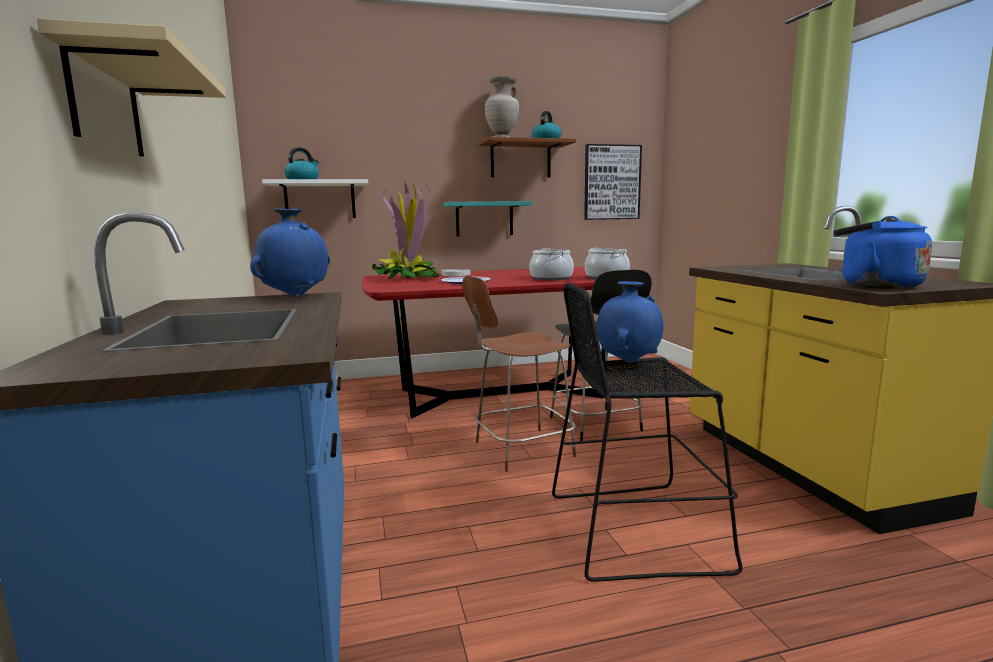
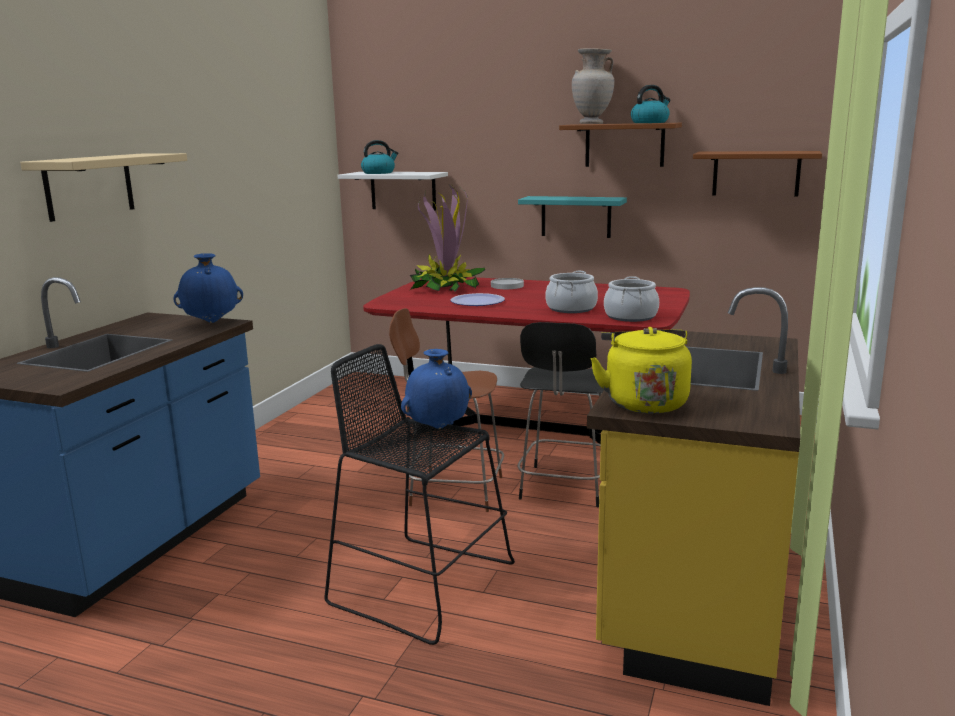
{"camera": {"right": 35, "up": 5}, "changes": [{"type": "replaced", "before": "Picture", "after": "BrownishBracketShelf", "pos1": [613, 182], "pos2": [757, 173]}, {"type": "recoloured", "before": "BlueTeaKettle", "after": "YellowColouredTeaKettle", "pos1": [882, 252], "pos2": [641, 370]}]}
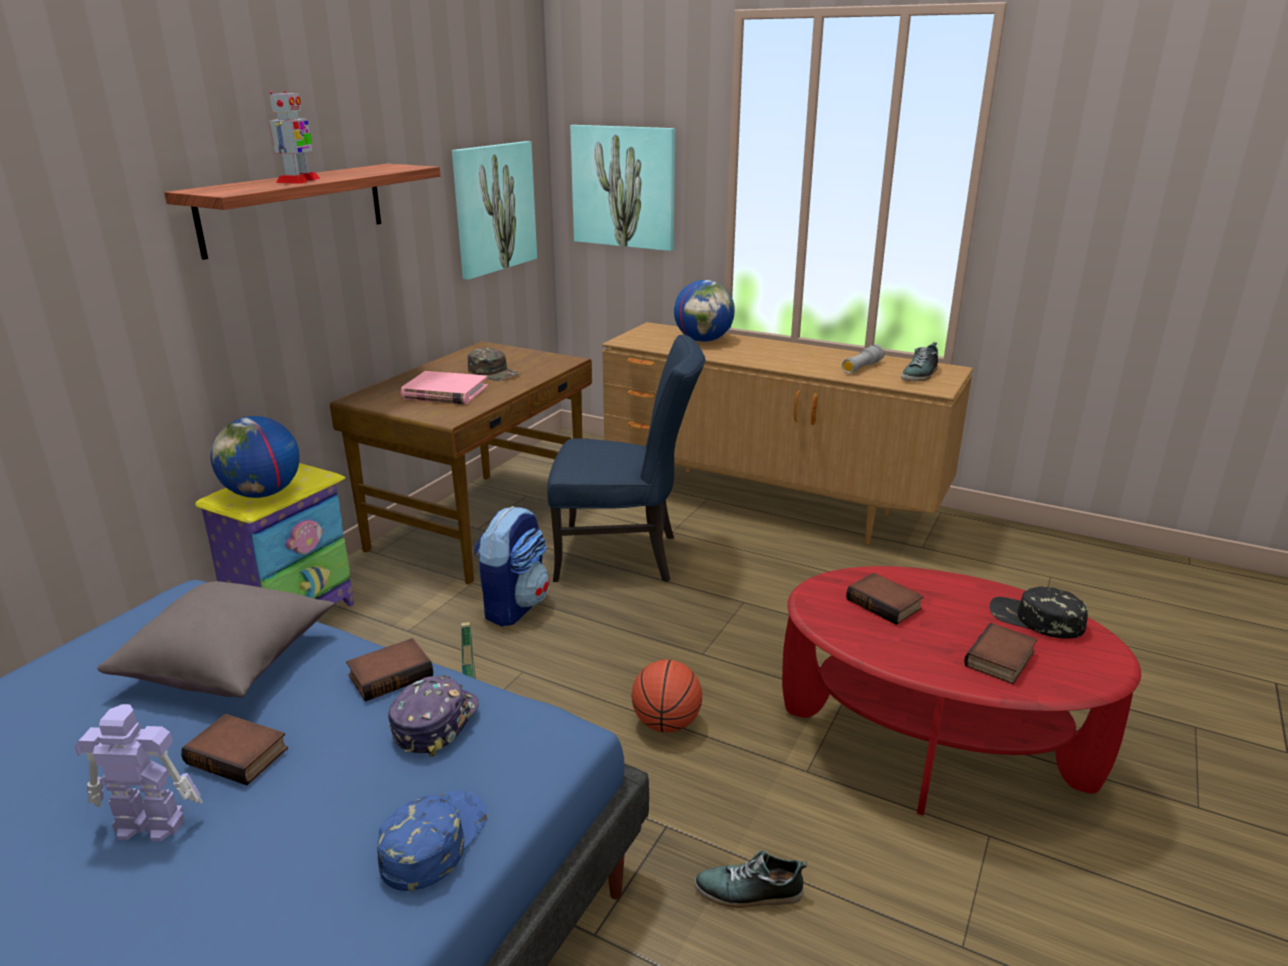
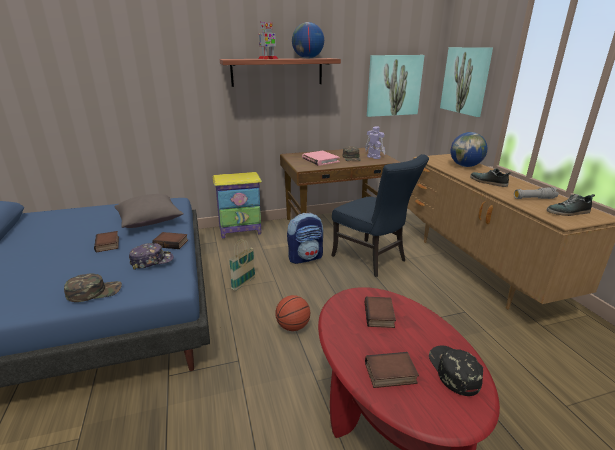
{"camera": {"right": 45, "up": 0}, "changes": [{"type": "moved", "before": "WorldGlobe", "pos1": [255, 457], "pos2": [308, 40]}, {"type": "moved", "before": "ToyRobot", "pos1": [138, 773], "pos2": [375, 143]}, {"type": "recoloured", "before": "BlueCap", "after": "GreenColouredCap", "pos1": [432, 840], "pos2": [93, 287]}, {"type": "moved", "before": "Shoe", "pos1": [750, 879], "pos2": [491, 177]}]}
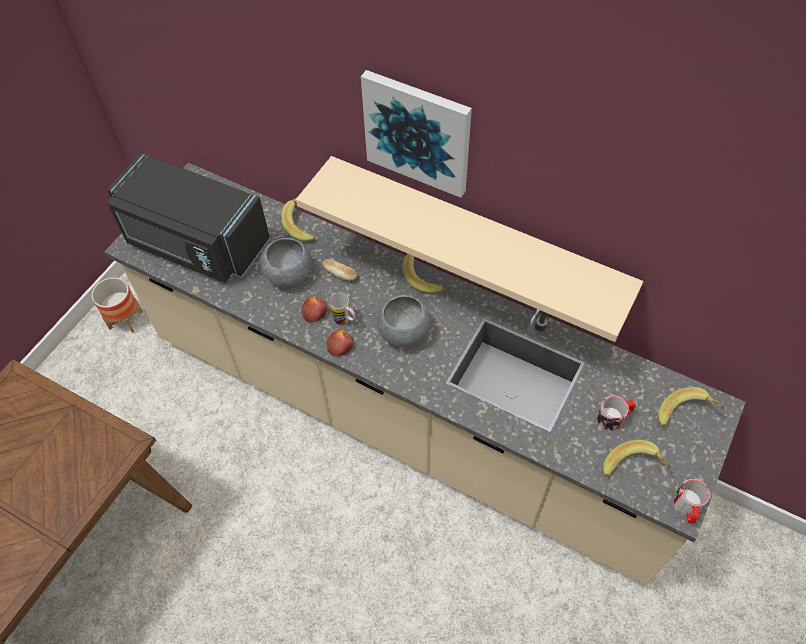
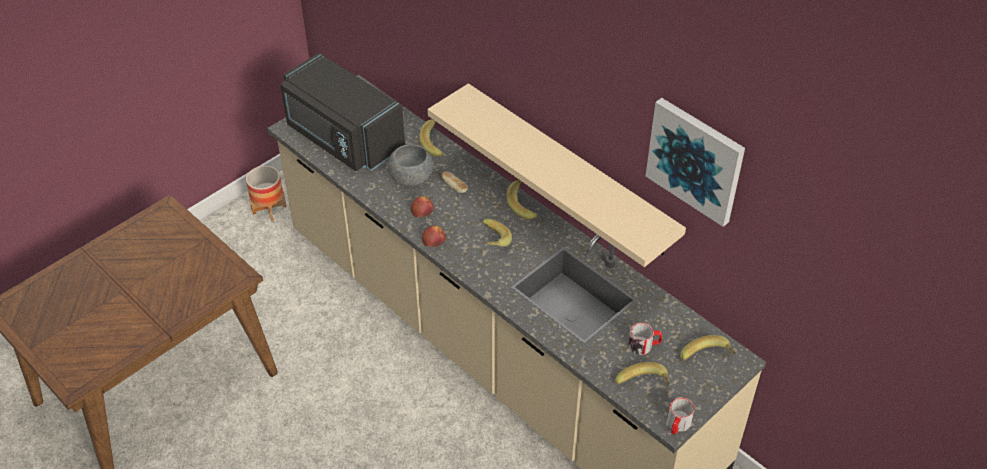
{"camera": {"right": 15, "up": -10}, "changes": [{"type": "moved", "before": "Picture", "pos1": [416, 134], "pos2": [695, 162]}, {"type": "removed", "before": "TeaMug", "pos1": [342, 309]}, {"type": "replaced", "before": "GreyBowl", "after": "BananaFruit", "pos1": [404, 321], "pos2": [497, 233]}]}
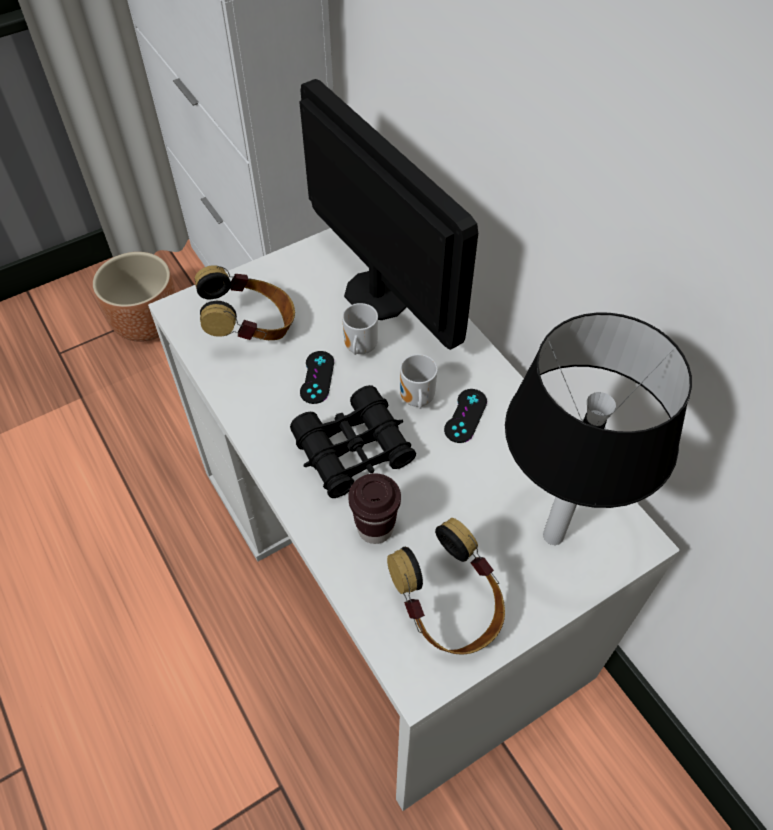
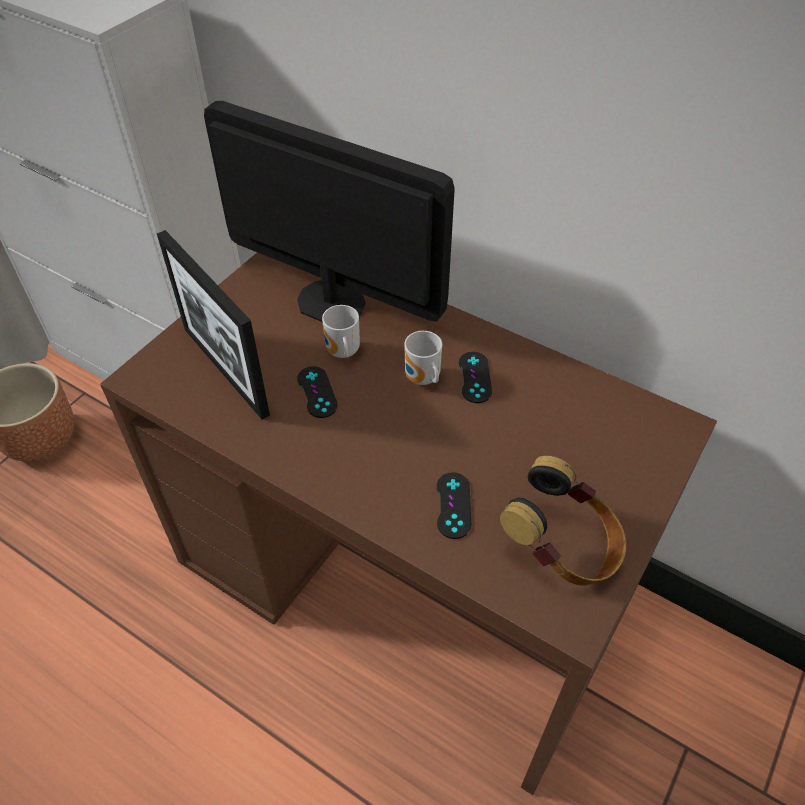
{"camera": {"right": -25, "up": -5}, "changes": [{"type": "recoloured", "before": "WhiteDesk", "after": "BrownishDesk", "pos1": [414, 519], "pos2": [408, 523]}, {"type": "replaced", "before": "Headphones", "after": "PictureFrame", "pos1": [245, 302], "pos2": [213, 325]}, {"type": "removed", "before": "TableLamp", "pos1": [598, 429]}, {"type": "removed", "before": "BlackishBinoculars", "pos1": [353, 441]}, {"type": "replaced", "before": "BrownishCup", "after": "BlackishGamepad", "pos1": [374, 508], "pos2": [454, 505]}]}
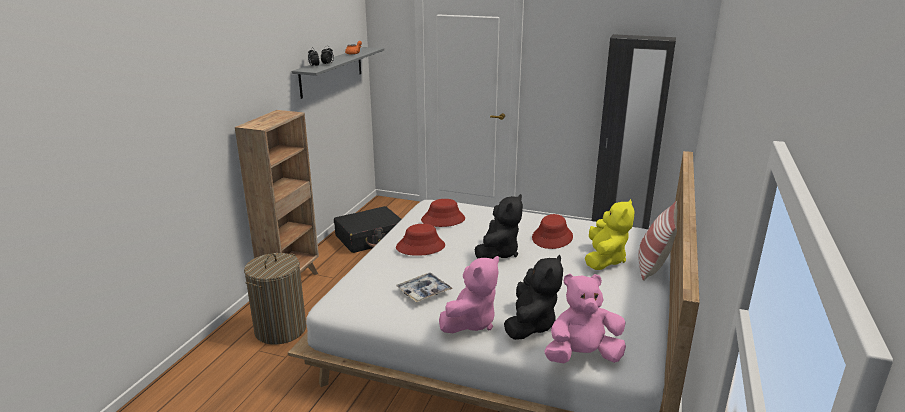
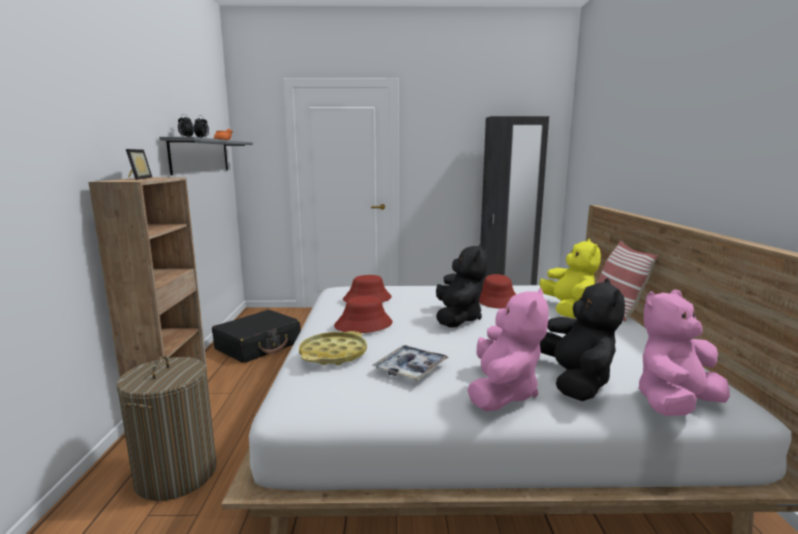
{"camera": {"right": -20, "up": -10}, "changes": [{"type": "added", "after": "PictureFrame", "pos2": [139, 164]}, {"type": "added", "after": "YellowColouredServingTray", "pos2": [333, 348]}]}
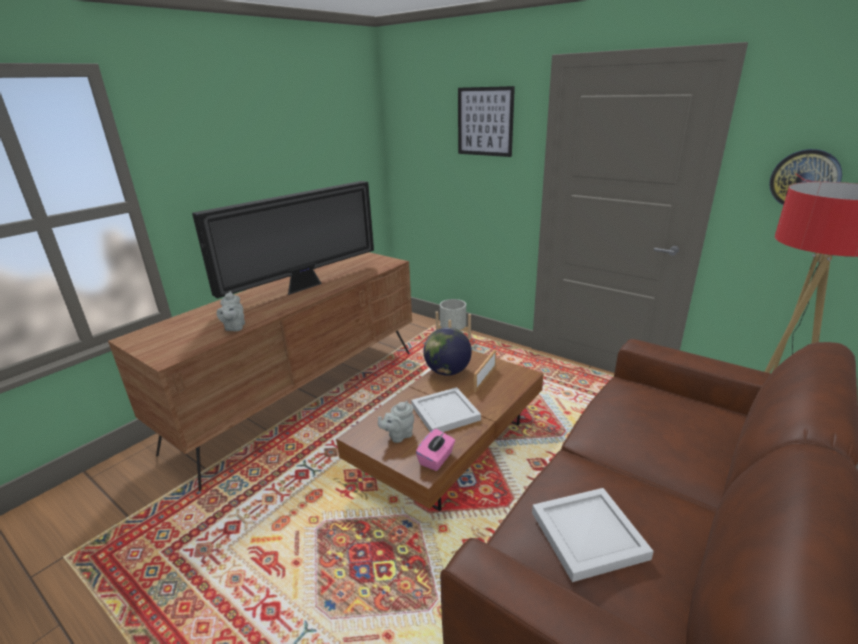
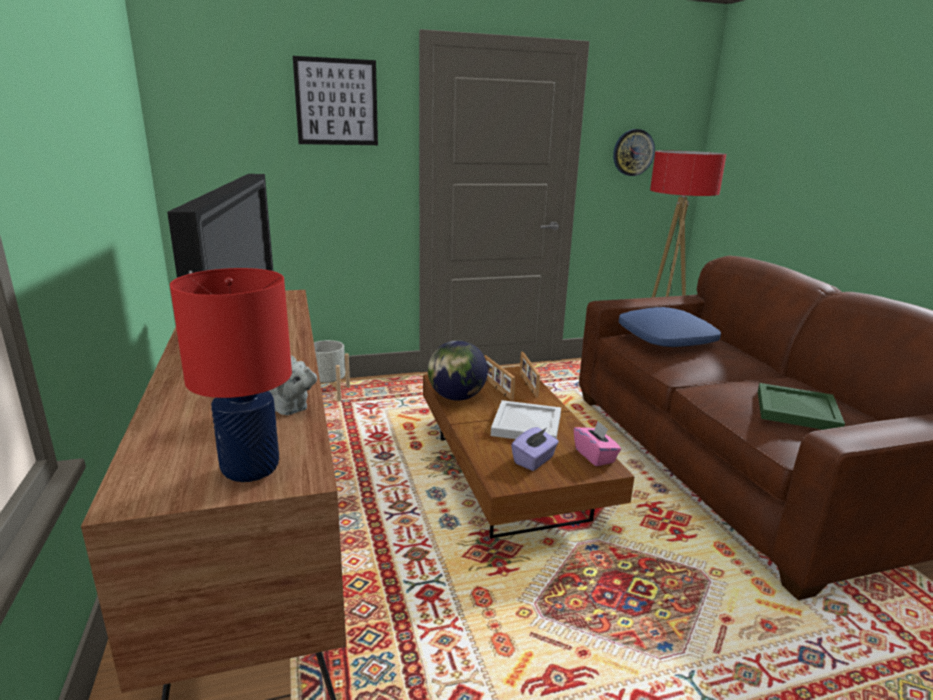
{"camera": {"right": -55, "up": -5}, "changes": [{"type": "replaced", "before": "GreyTeapot", "after": "PurplishBoxOfTissues", "pos1": [396, 422], "pos2": [535, 449]}, {"type": "recoloured", "before": "WhiteServingTray", "after": "GreenColouredServingTray", "pos1": [593, 535], "pos2": [801, 406]}, {"type": "added", "after": "RedTableLamp", "pos2": [231, 375]}, {"type": "added", "after": "BlueThrowPillow", "pos2": [670, 327]}, {"type": "added", "after": "PictureFrame", "pos2": [530, 375]}]}
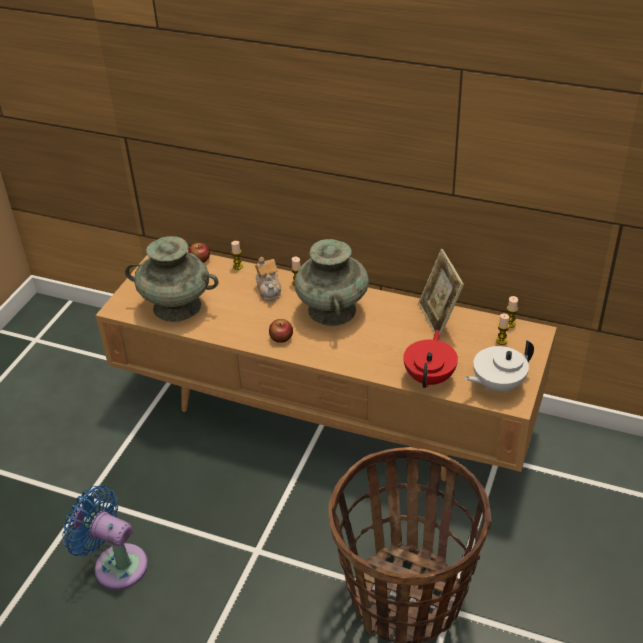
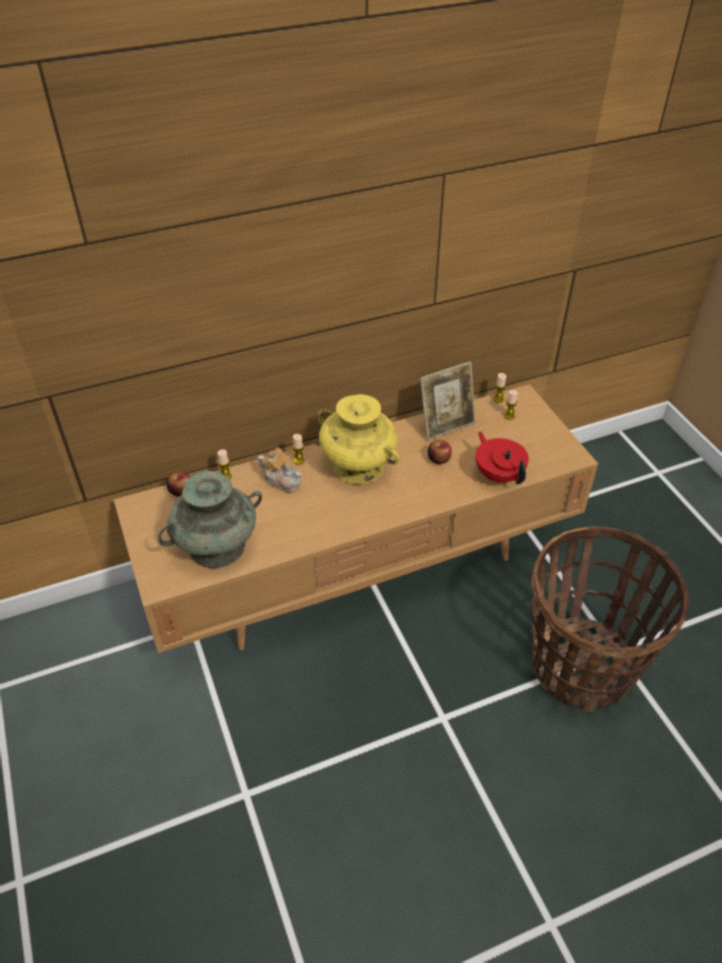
{"camera": {"right": -45, "up": 5}, "changes": [{"type": "recoloured", "before": "BlueGreenFlowerVase", "after": "YellowColouredFlowerVase", "pos1": [332, 282], "pos2": [358, 439]}, {"type": "turned", "before": "PictureFrame", "pos1": [441, 294], "pos2": [448, 401], "turn": -60}, {"type": "moved", "before": "Apple", "pos1": [281, 331], "pos2": [440, 452]}, {"type": "removed", "before": "WhiteTeapot", "pos1": [499, 366]}, {"type": "removed", "before": "BlueFan", "pos1": [105, 537]}]}
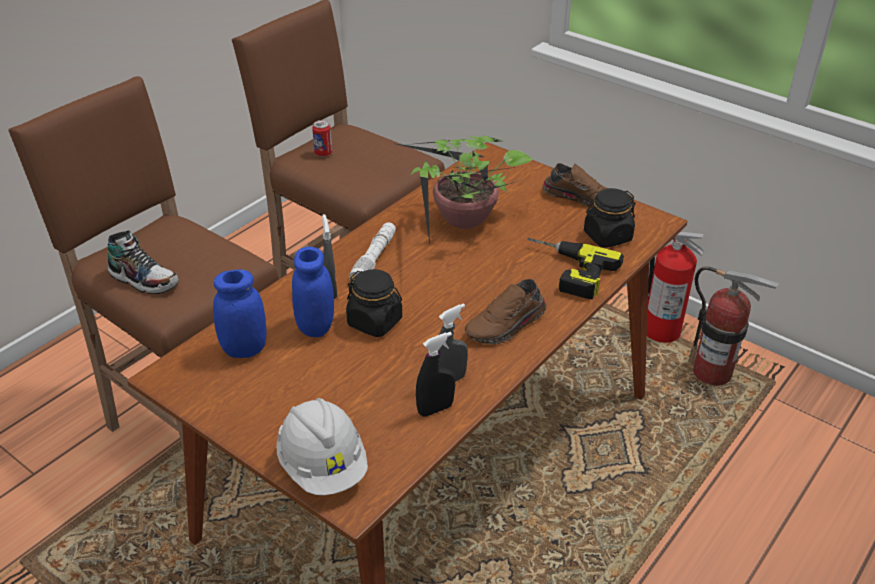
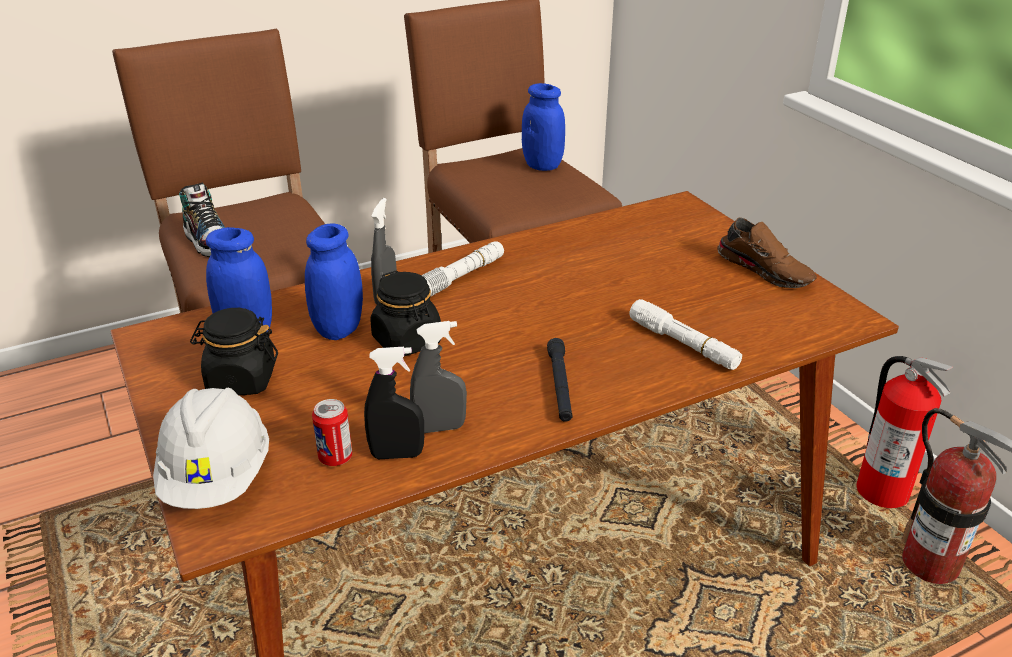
{"camera": {"right": 25, "up": -5}, "changes": [{"type": "moved", "before": "SealedCan", "pos1": [322, 138], "pos2": [332, 432]}, {"type": "removed", "before": "PlantInAPot", "pos1": [463, 190]}, {"type": "moved", "before": "BlackishJar", "pos1": [610, 218], "pos2": [234, 351]}, {"type": "replaced", "before": "PowerDrill", "after": "WhiteTorch", "pos1": [576, 268], "pos2": [685, 334]}, {"type": "replaced", "before": "BrownishShoe", "after": "BlackishTorch", "pos1": [506, 311], "pos2": [560, 380]}, {"type": "added", "after": "BlueJar", "pos2": [543, 127]}]}
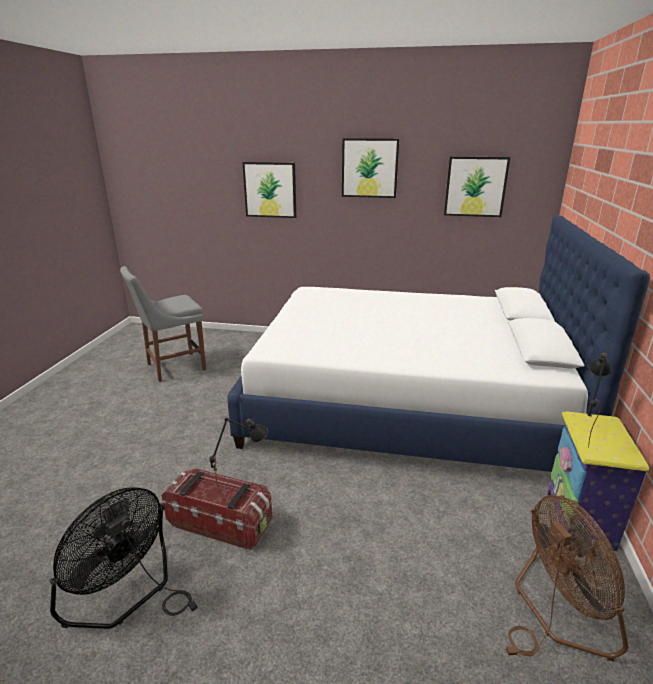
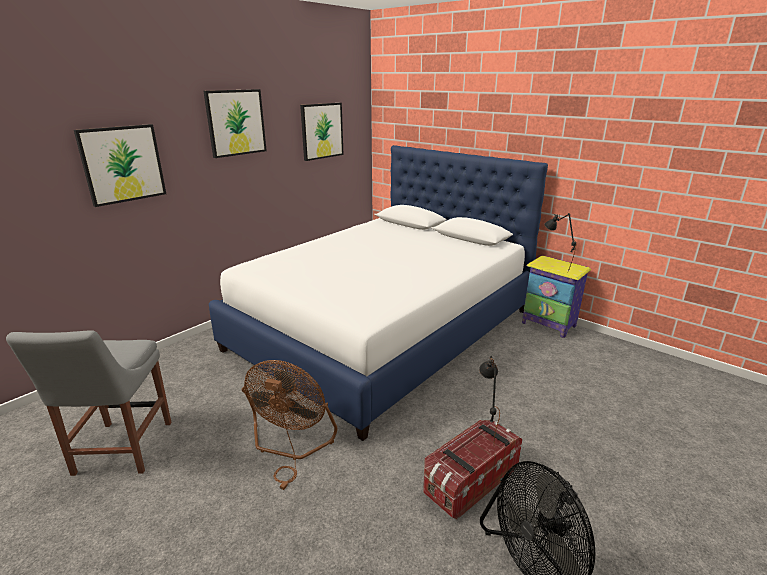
{"camera": {"right": -60, "up": 0}, "changes": [{"type": "moved", "before": "BrownishFan", "pos1": [566, 578], "pos2": [289, 425]}]}
